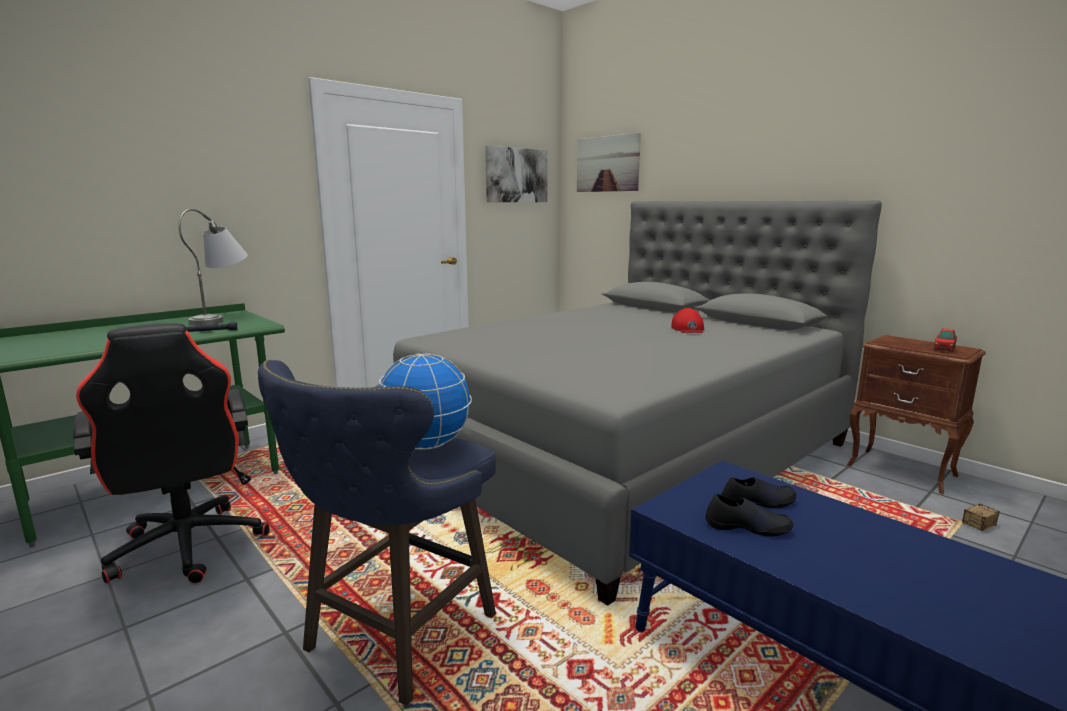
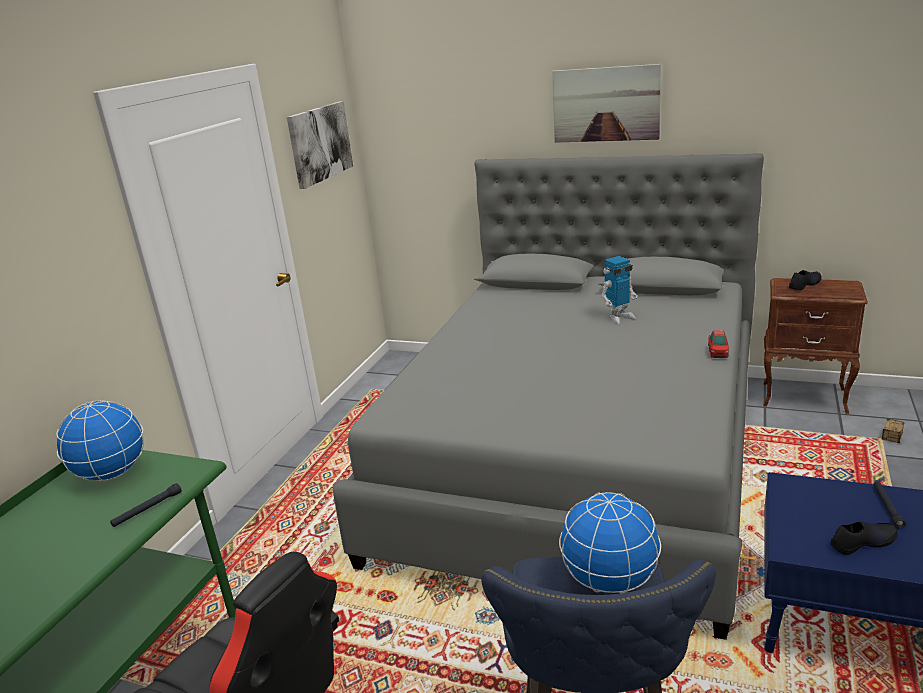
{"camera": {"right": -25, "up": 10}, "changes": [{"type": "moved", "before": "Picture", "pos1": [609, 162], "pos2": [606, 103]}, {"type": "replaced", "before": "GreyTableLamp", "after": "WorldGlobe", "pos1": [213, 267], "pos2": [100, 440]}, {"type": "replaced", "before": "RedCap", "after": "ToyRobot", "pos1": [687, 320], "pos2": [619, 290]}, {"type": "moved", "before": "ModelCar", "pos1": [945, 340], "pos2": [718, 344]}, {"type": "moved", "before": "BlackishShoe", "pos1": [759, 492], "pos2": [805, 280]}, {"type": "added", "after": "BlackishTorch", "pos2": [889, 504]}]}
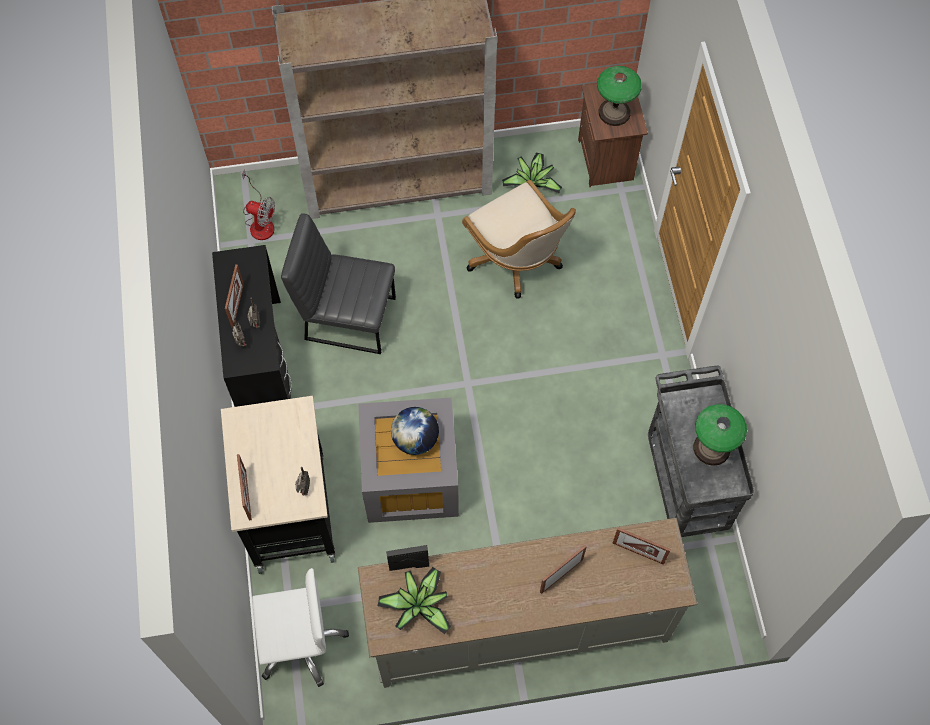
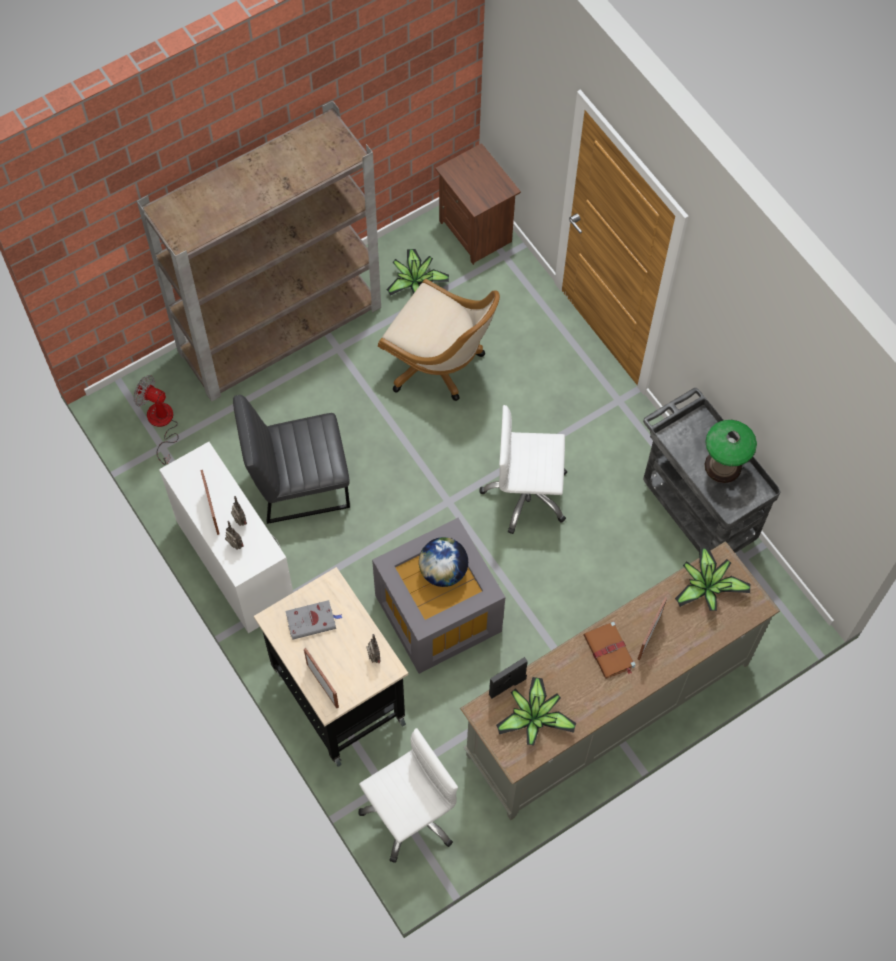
{"camera": {"right": -25, "up": 0}, "changes": [{"type": "removed", "before": "TableLamp", "pos1": [619, 96]}, {"type": "turned", "before": "Fan", "pos1": [258, 204], "pos2": [156, 420], "turn": -150}, {"type": "recoloured", "before": "BlackishDesk", "after": "WhiteDesk", "pos1": [252, 326], "pos2": [226, 537]}, {"type": "replaced", "before": "PictureFrame", "after": "PlantInAPot", "pos1": [642, 546], "pos2": [713, 579]}, {"type": "added", "after": "WhiteDeskChair", "pos2": [523, 469]}, {"type": "added", "after": "GreyVolume", "pos2": [314, 620]}, {"type": "added", "after": "BrownishVolume", "pos2": [609, 650]}]}
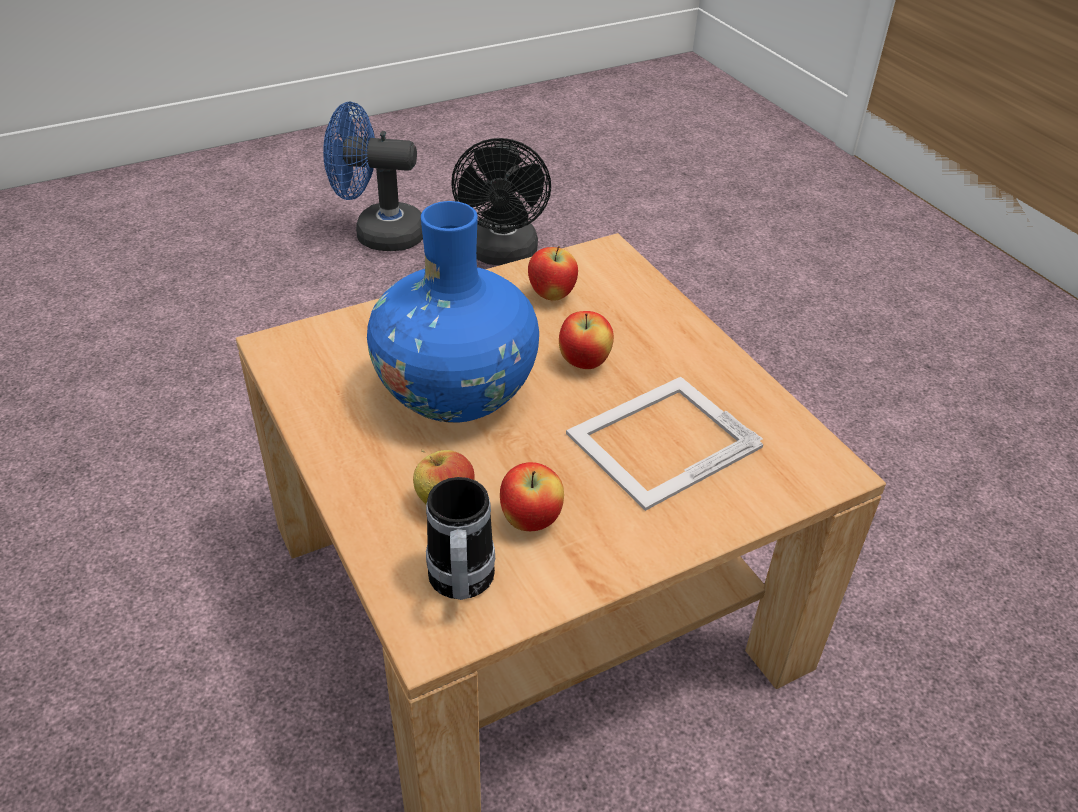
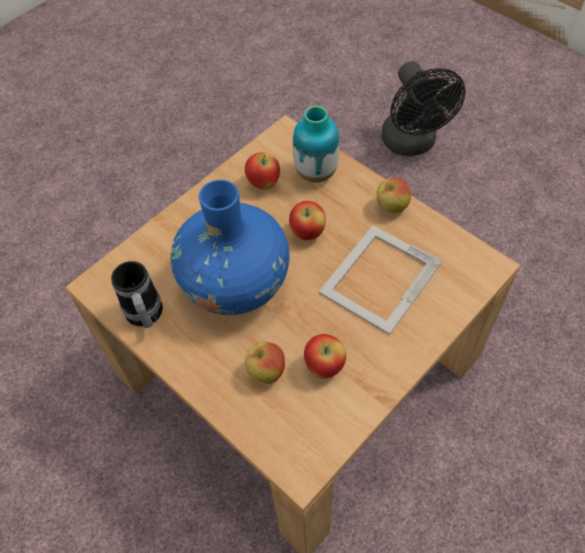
{"camera": {"right": -15, "up": 15}, "changes": [{"type": "removed", "before": "BlueFan", "pos1": [373, 176]}, {"type": "moved", "before": "BlackishFan", "pos1": [501, 201], "pos2": [424, 108]}, {"type": "moved", "before": "TeaMug", "pos1": [460, 538], "pos2": [137, 294]}, {"type": "added", "after": "FlowerVase", "pos2": [316, 144]}, {"type": "added", "after": "Apple", "pos2": [393, 195]}]}
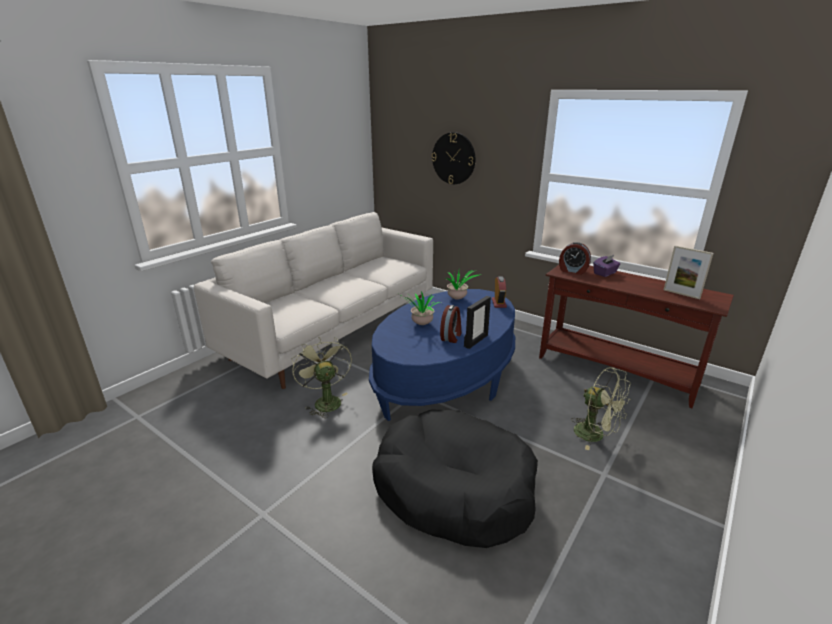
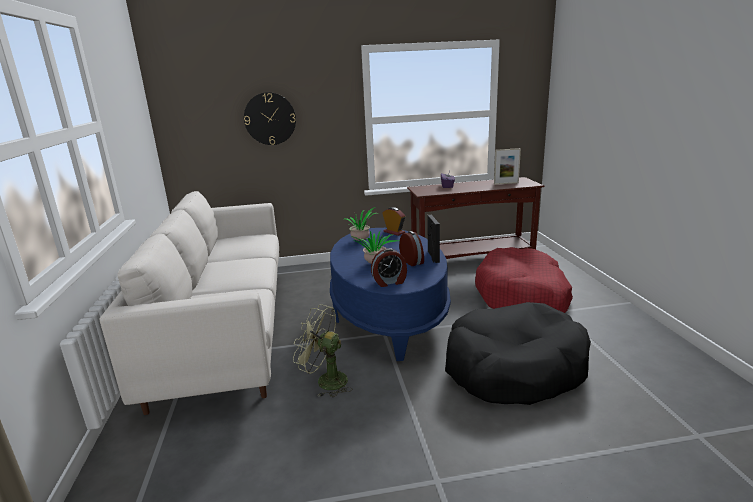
{"camera": {"right": -45, "up": -5}, "changes": [{"type": "moved", "before": "TableClock", "pos1": [575, 258], "pos2": [389, 268]}, {"type": "replaced", "before": "GreenColouredFan", "after": "RedDogCushion", "pos1": [601, 408], "pos2": [524, 280]}]}
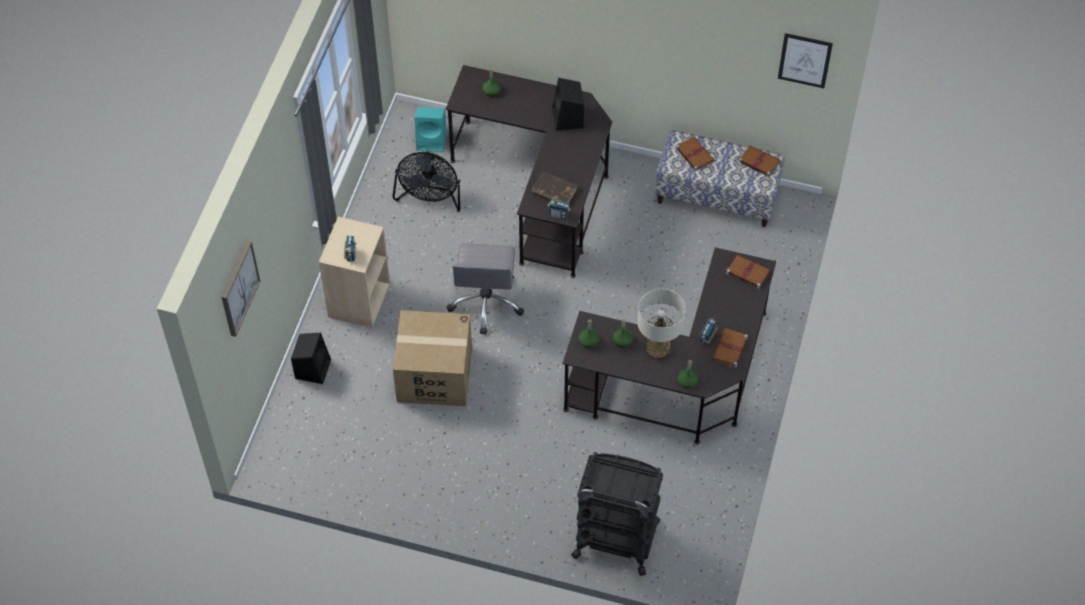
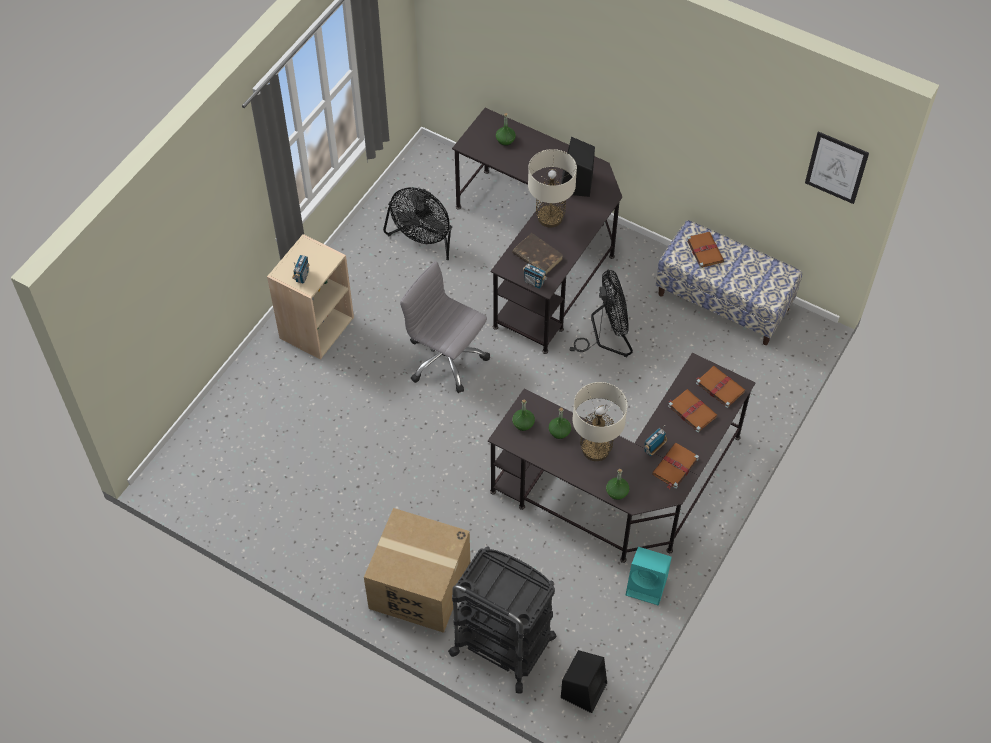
{"camera": {"right": 15, "up": 0}, "changes": [{"type": "moved", "before": "BlueGreenSpeaker", "pos1": [430, 129], "pos2": [649, 576]}, {"type": "moved", "before": "BrownishVolume", "pos1": [759, 161], "pos2": [693, 411]}, {"type": "removed", "before": "Picture", "pos1": [240, 289]}, {"type": "turned", "before": "GreyDeskChair", "pos1": [485, 289], "pos2": [445, 327], "turn": 105}, {"type": "moved", "before": "CardboardBox", "pos1": [432, 358], "pos2": [417, 570]}, {"type": "moved", "before": "BlackishSpeaker", "pos1": [311, 358], "pos2": [584, 681]}, {"type": "added", "after": "TableLamp", "pos2": [552, 188]}, {"type": "added", "after": "BlackishFan", "pos2": [600, 314]}]}
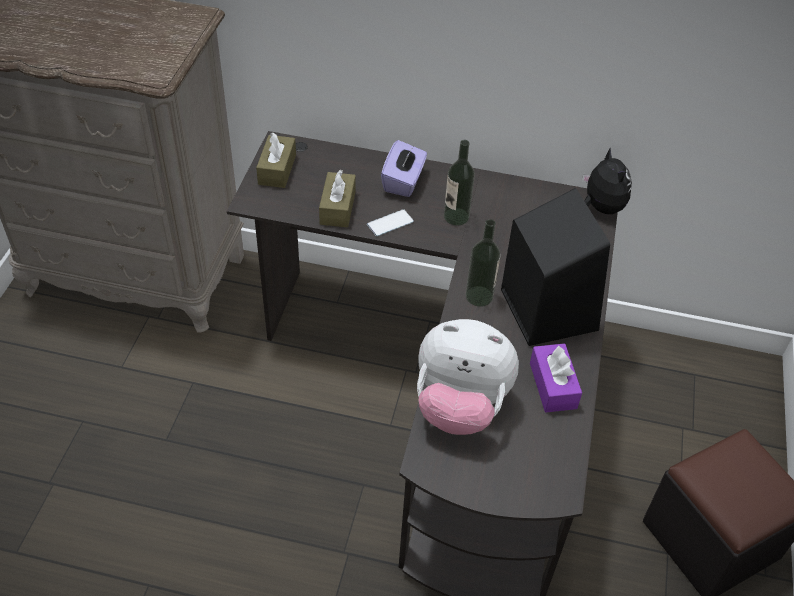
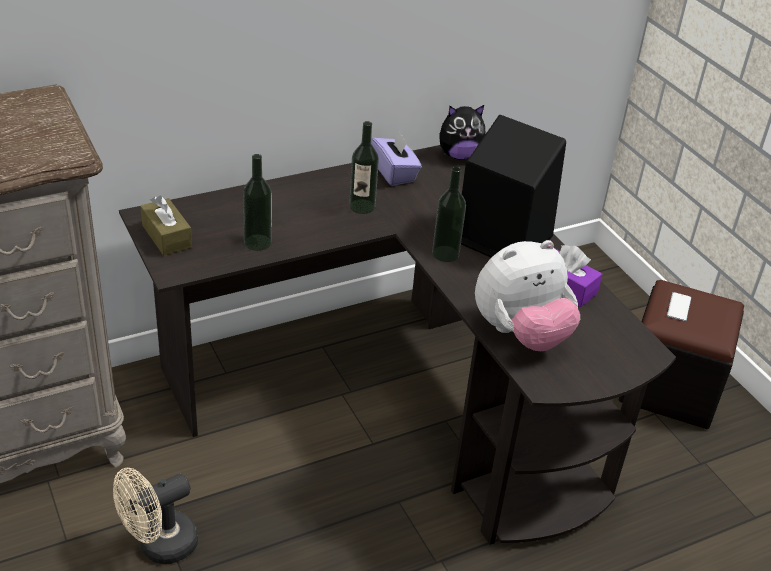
{"camera": {"right": -40, "up": -10}, "changes": [{"type": "moved", "before": "PurplishBoxOfTissues", "pos1": [404, 168], "pos2": [396, 158]}, {"type": "turned", "before": "PlushToy", "pos1": [607, 180], "pos2": [462, 132], "turn": 135}, {"type": "replaced", "before": "BrownishBoxOfTissues", "after": "DrinkBottle", "pos1": [337, 198], "pos2": [257, 202]}, {"type": "moved", "before": "Telephone", "pos1": [390, 222], "pos2": [679, 306]}, {"type": "added", "after": "BeigeFan", "pos2": [155, 515]}]}
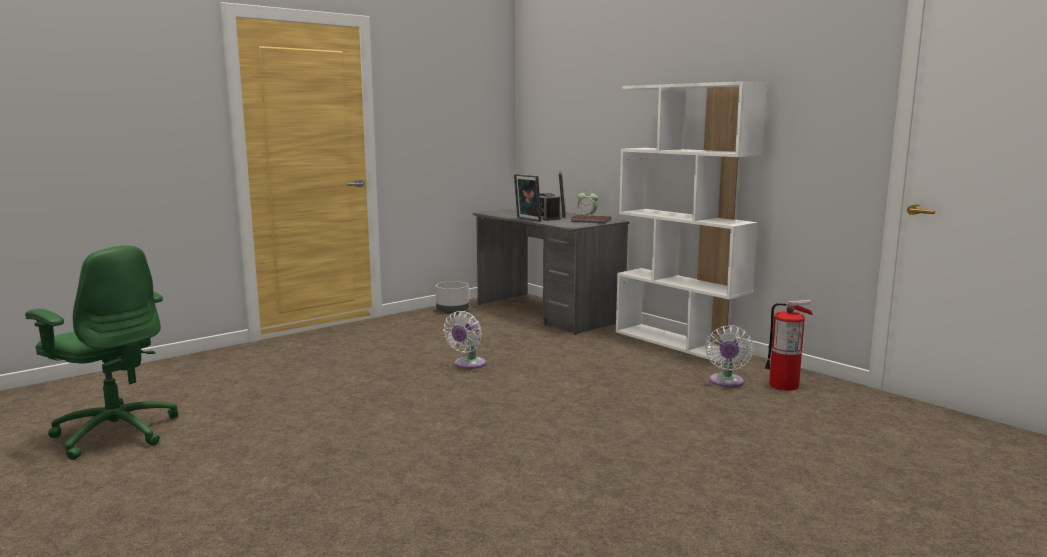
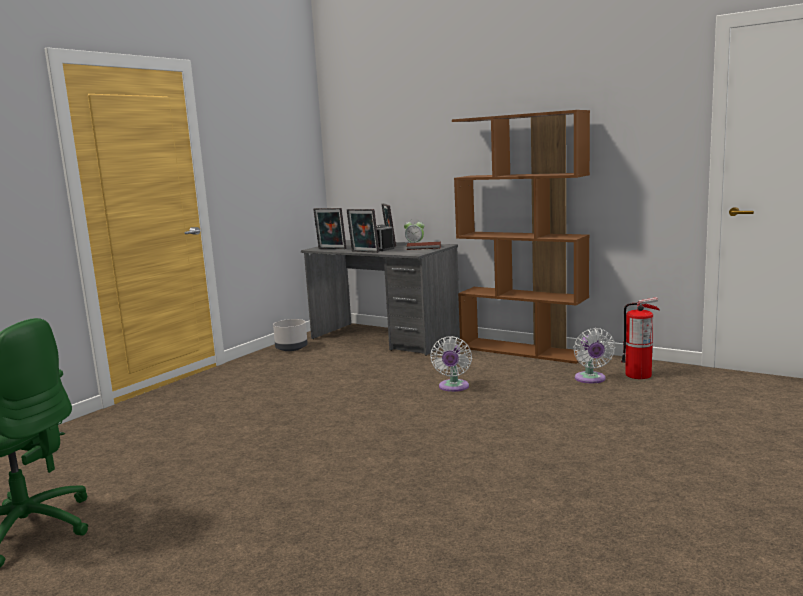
{"camera": {"right": -15, "up": 0}, "changes": [{"type": "recoloured", "before": "WhiteBookcase", "after": "BrownishBookcase", "pos1": [691, 222], "pos2": [521, 237]}, {"type": "moved", "before": "WhiteFan", "pos1": [464, 340], "pos2": [451, 364]}, {"type": "added", "after": "PictureFrame", "pos2": [329, 228]}]}
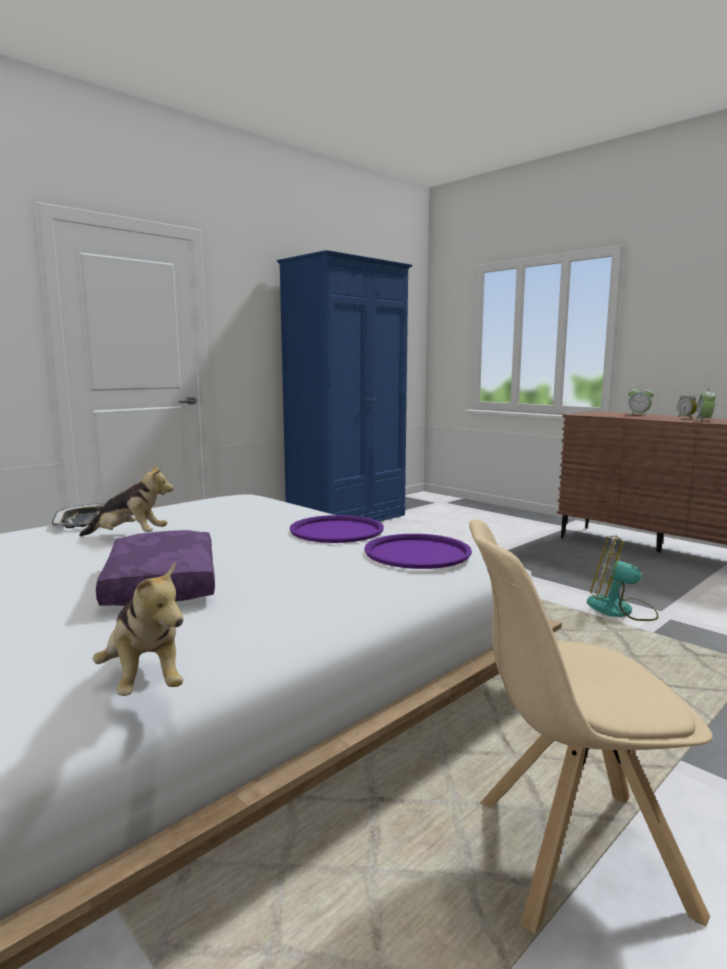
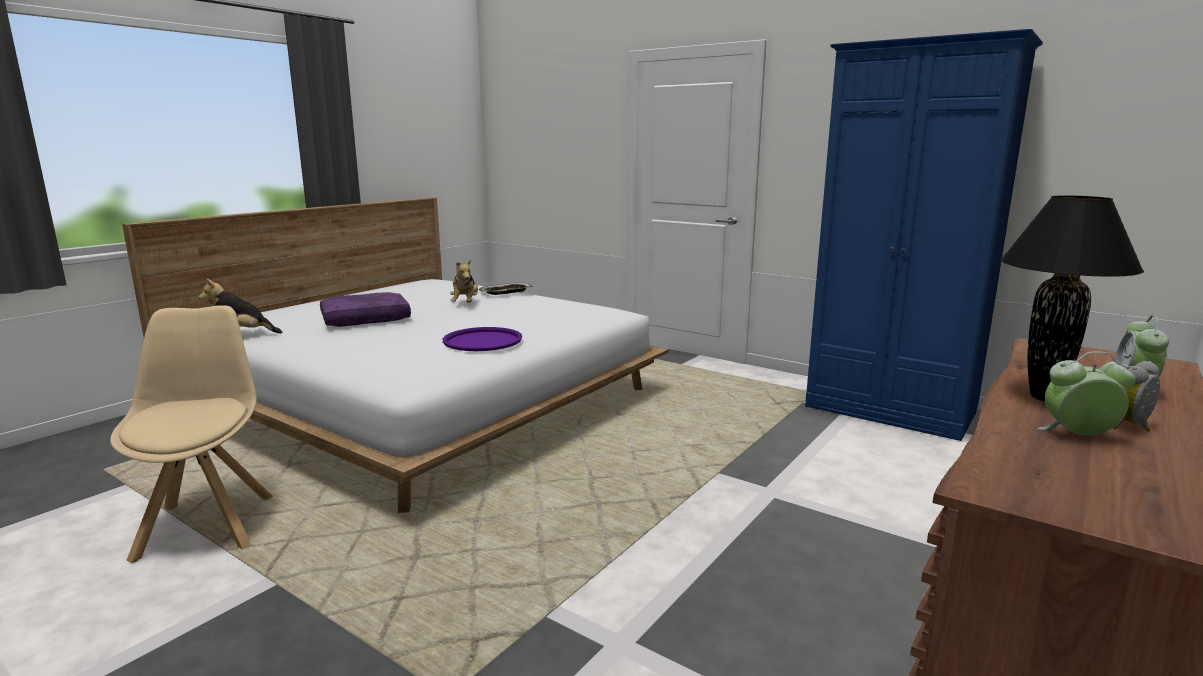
{"camera": {"right": 80, "up": 5}, "changes": [{"type": "removed", "before": "PurplishServingTray", "pos1": [418, 551]}, {"type": "removed", "before": "Fan", "pos1": [623, 578]}, {"type": "turned", "before": "PlushToy", "pos1": [138, 629], "pos2": [240, 306], "turn": 45}, {"type": "added", "after": "BlackishTableLamp", "pos2": [1072, 298]}]}
